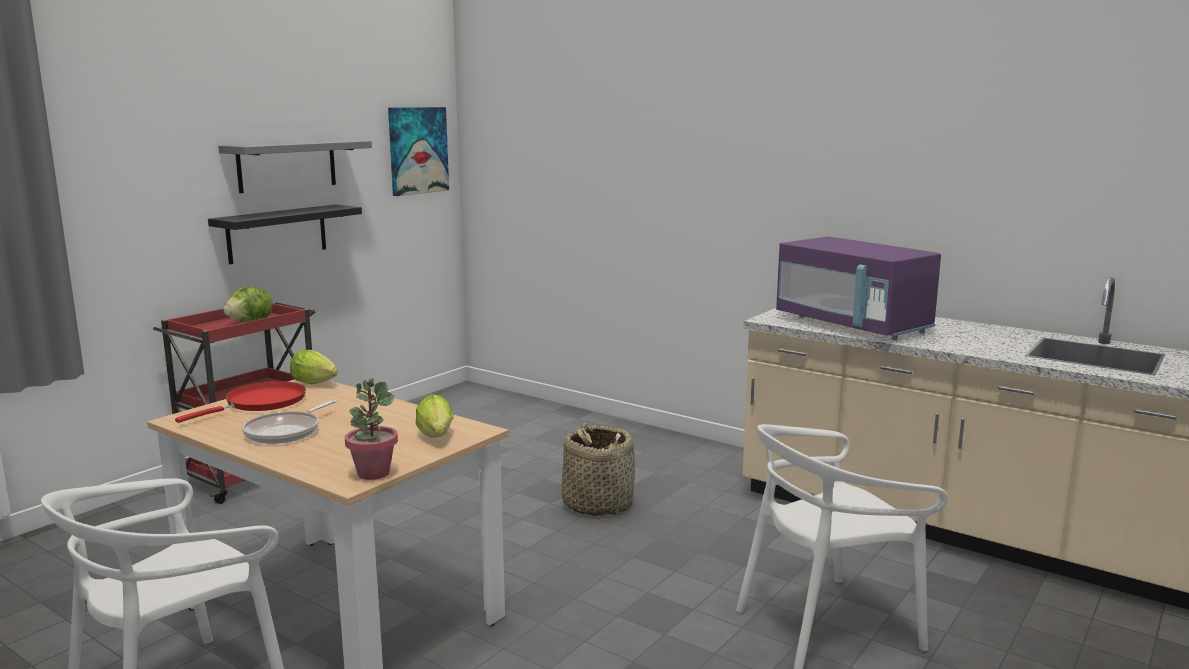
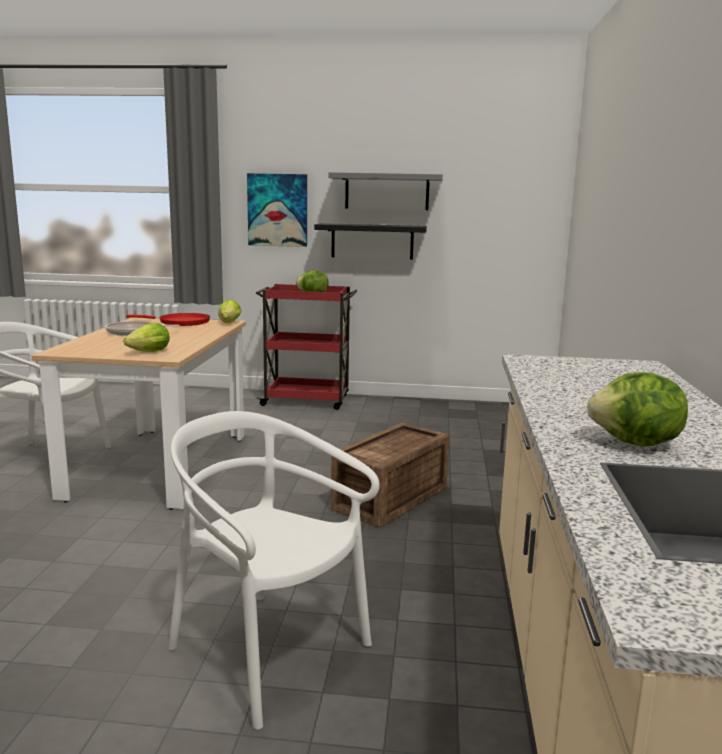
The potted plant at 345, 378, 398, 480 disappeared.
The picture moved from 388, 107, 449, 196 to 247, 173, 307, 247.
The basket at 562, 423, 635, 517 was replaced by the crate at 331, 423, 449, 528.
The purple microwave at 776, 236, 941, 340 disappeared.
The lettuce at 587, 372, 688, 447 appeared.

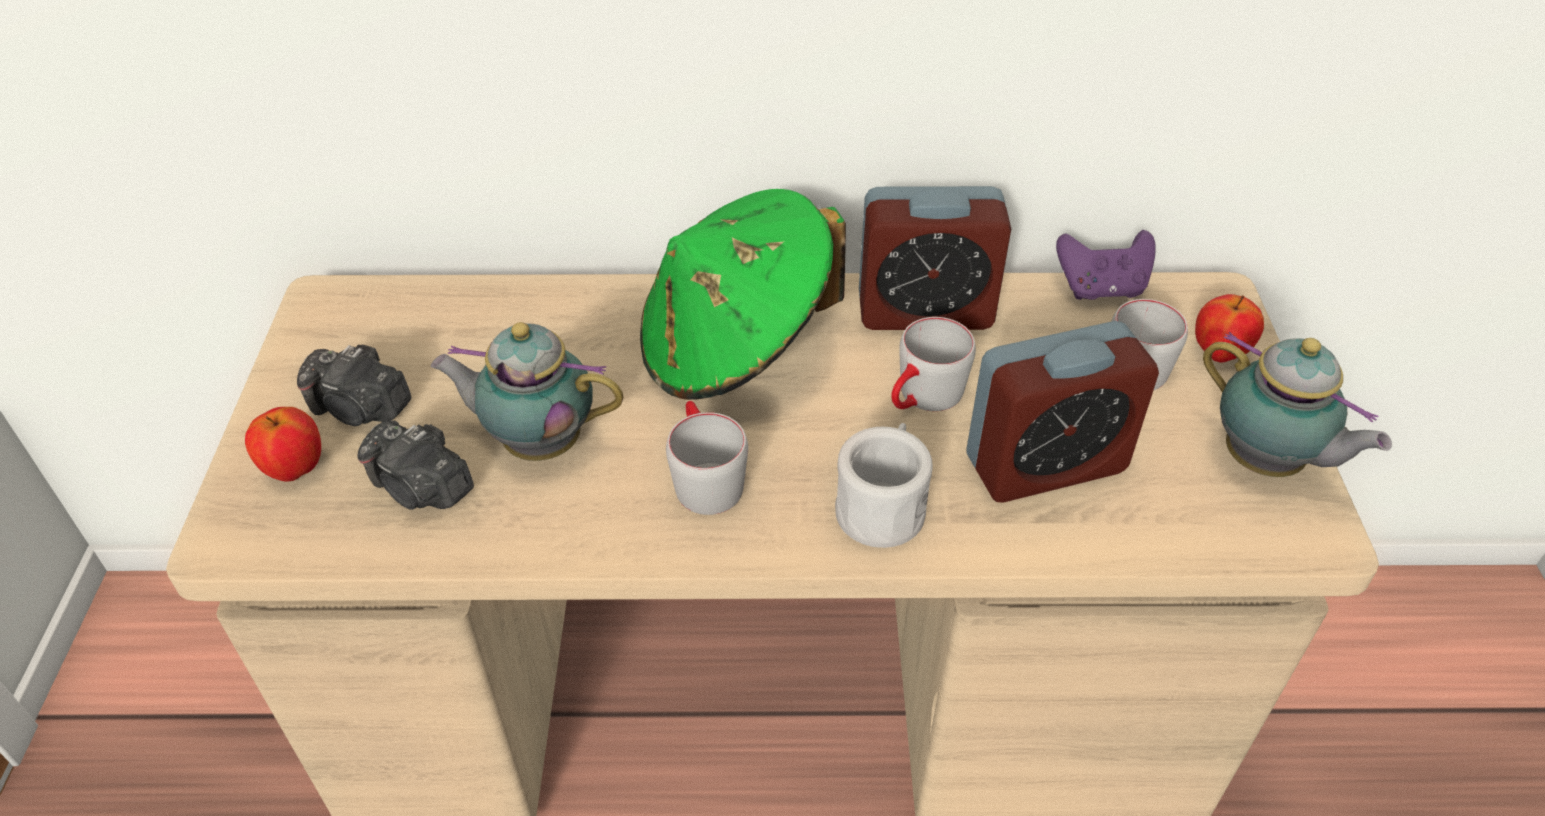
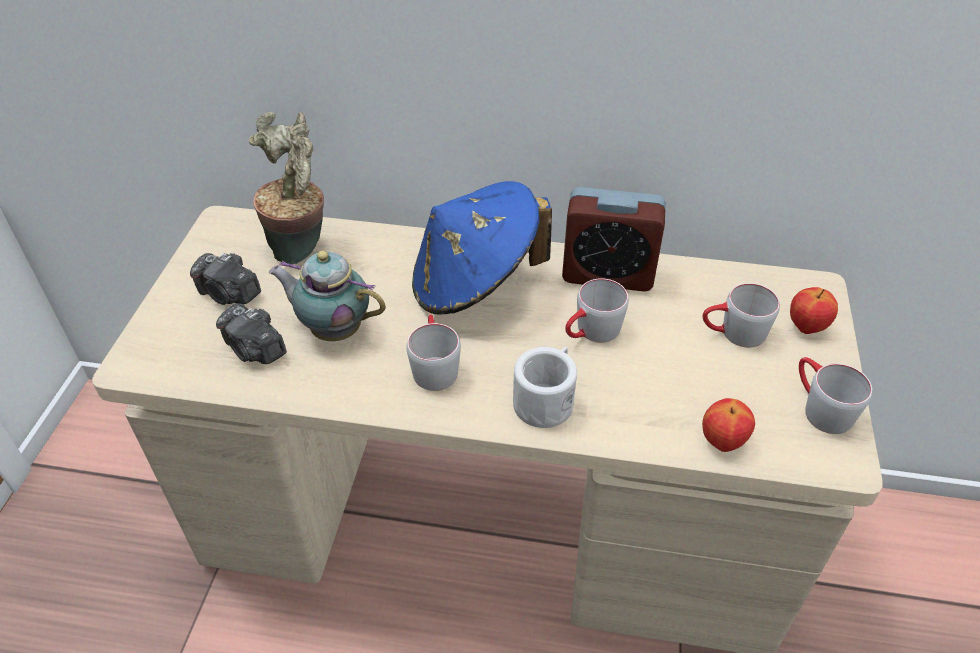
The apple moved from 245, 407, 321, 482 to 702, 398, 755, 452.
The green hat at 640, 189, 846, 400 became the blue hat at 412, 181, 552, 315.
The alarm clock at 966, 321, 1159, 503 disappeared.
The purple game controller at 1056, 230, 1156, 300 disappeared.
The teapot at 1203, 332, 1392, 477 was replaced by the grey mug at 799, 357, 872, 434.
The potted plant at 249, 112, 324, 264 appeared.

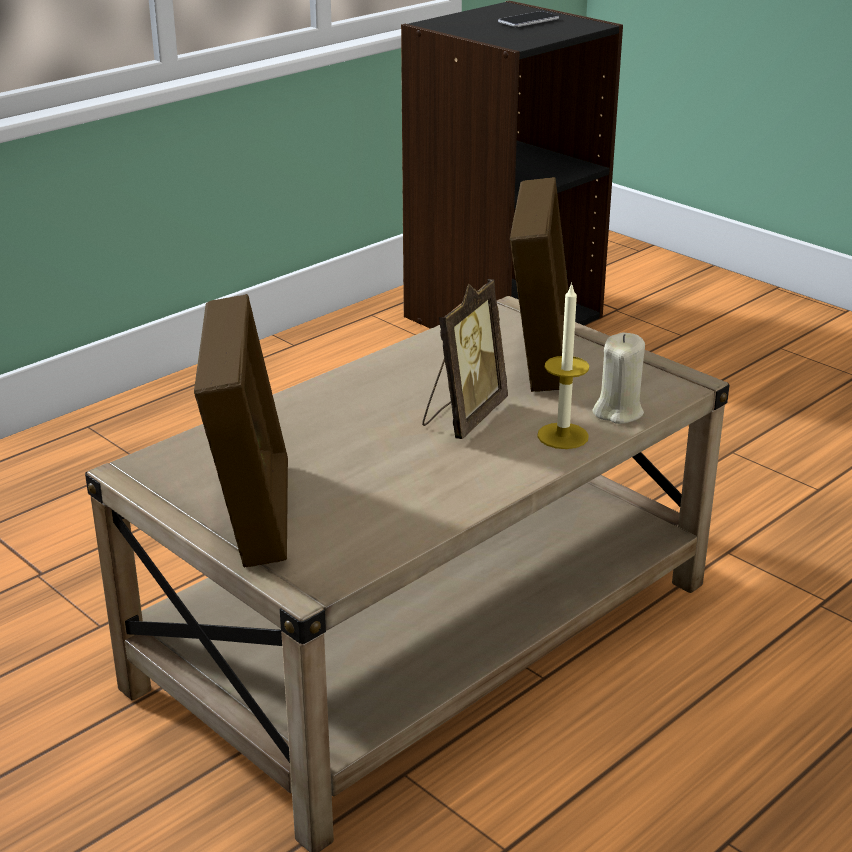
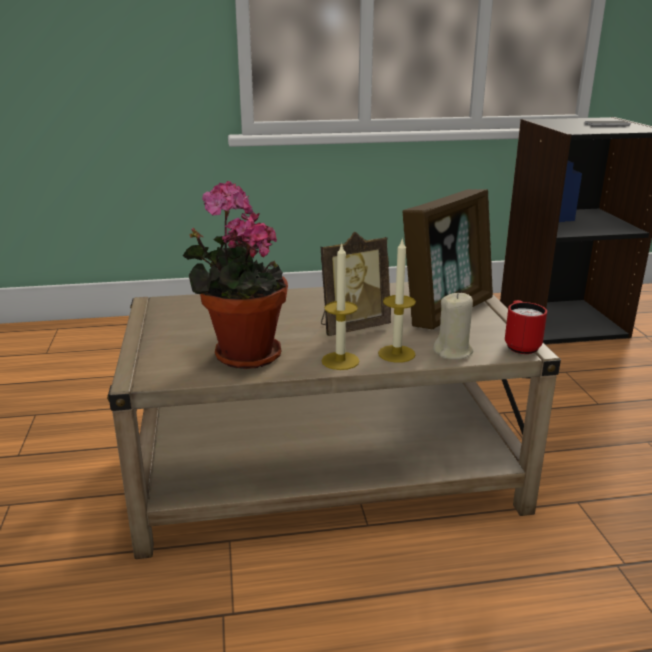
The picture frame at 194, 294, 288, 568 disappeared.
The potted plant at 183, 181, 288, 369 appeared.
The candle at 322, 242, 360, 370 appeared.
The red mug at 505, 300, 547, 354 appeared.

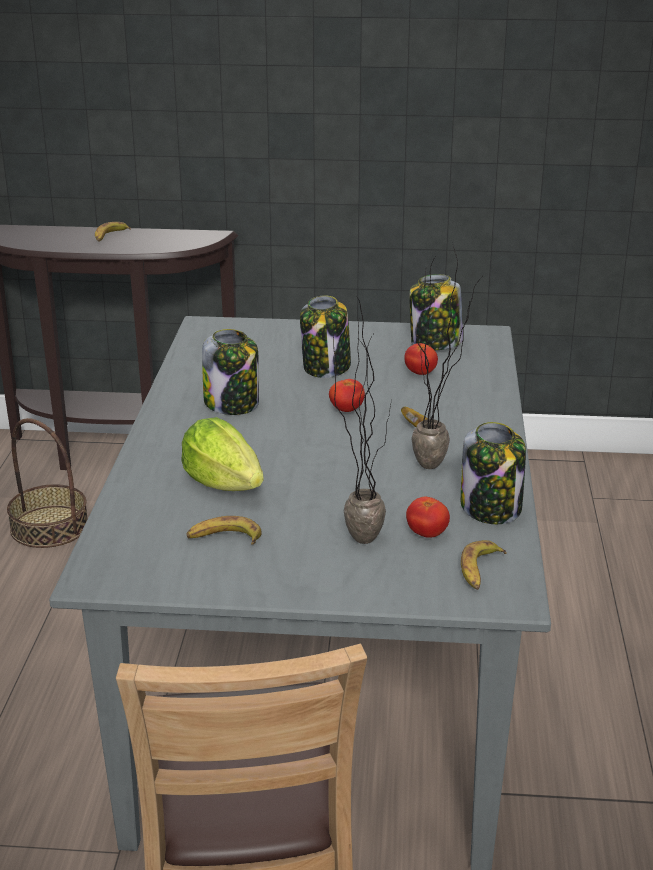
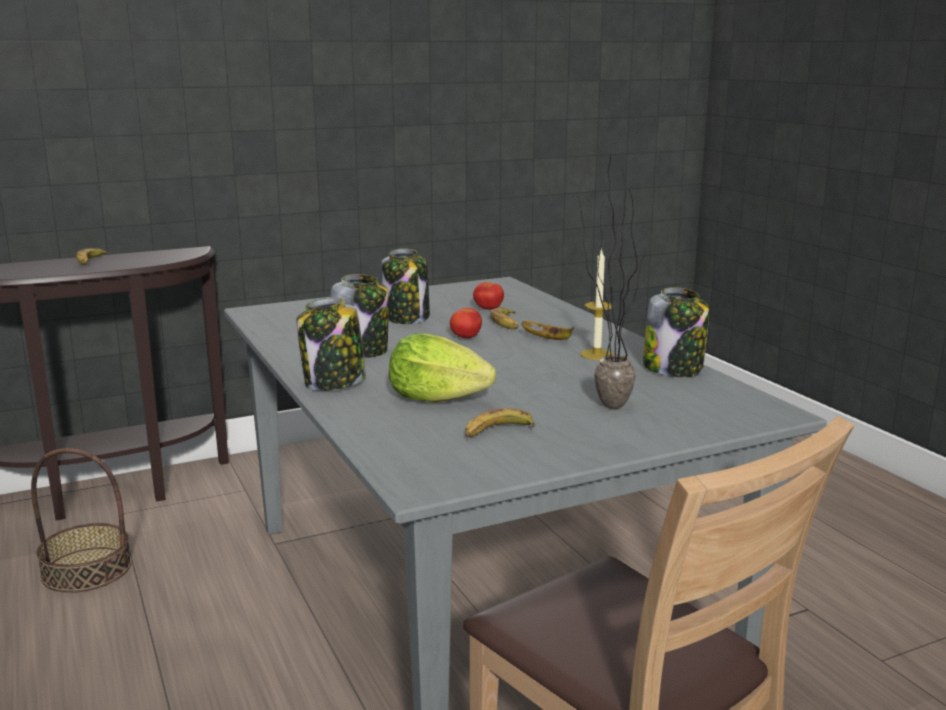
The tomato at 406, 497, 450, 538 disappeared.
The jar moved from 409, 274, 463, 350 to 296, 298, 366, 391.
The potted plant at 412, 246, 482, 469 was replaced by the candle at 580, 248, 614, 360.
The banana moved from 461, 540, 507, 590 to 490, 307, 519, 329.

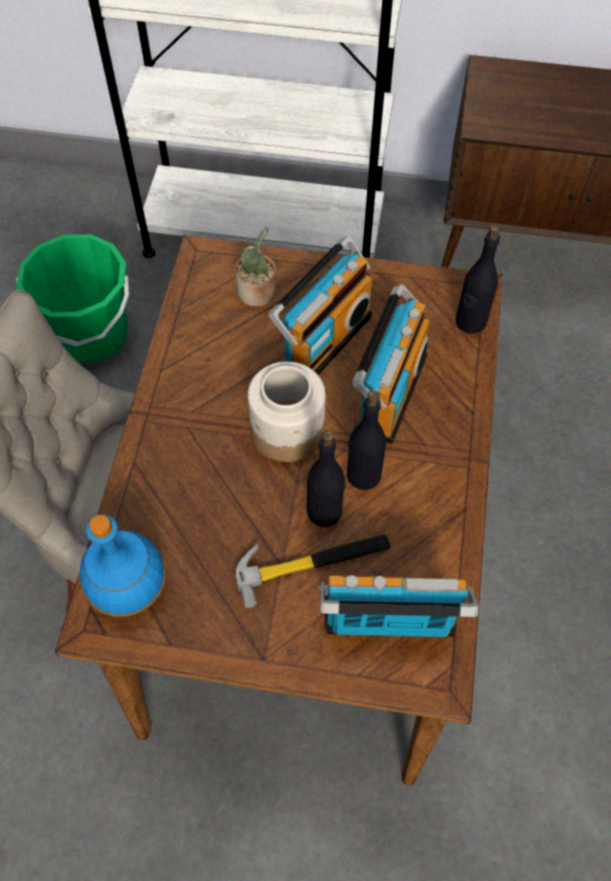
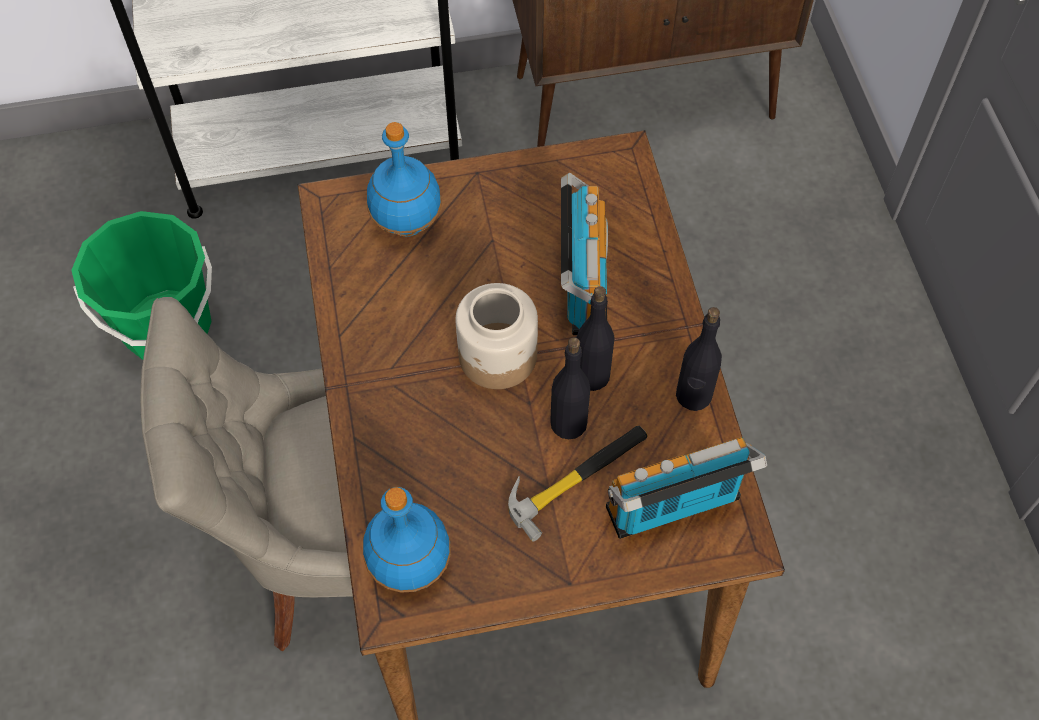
The potted plant at 235, 227, 276, 307 was replaced by the blue bottle at 367, 122, 442, 237.
The radio at 269, 236, 372, 375 disappeared.
The black bottle moved from 456, 224, 500, 334 to 676, 307, 722, 411.

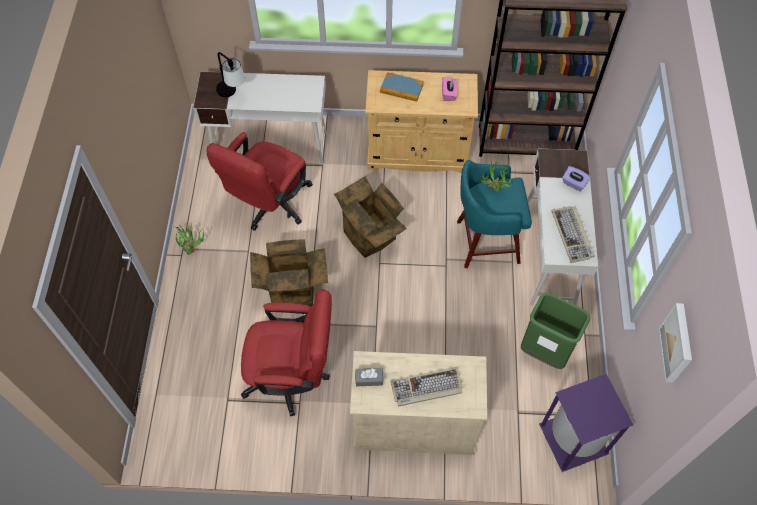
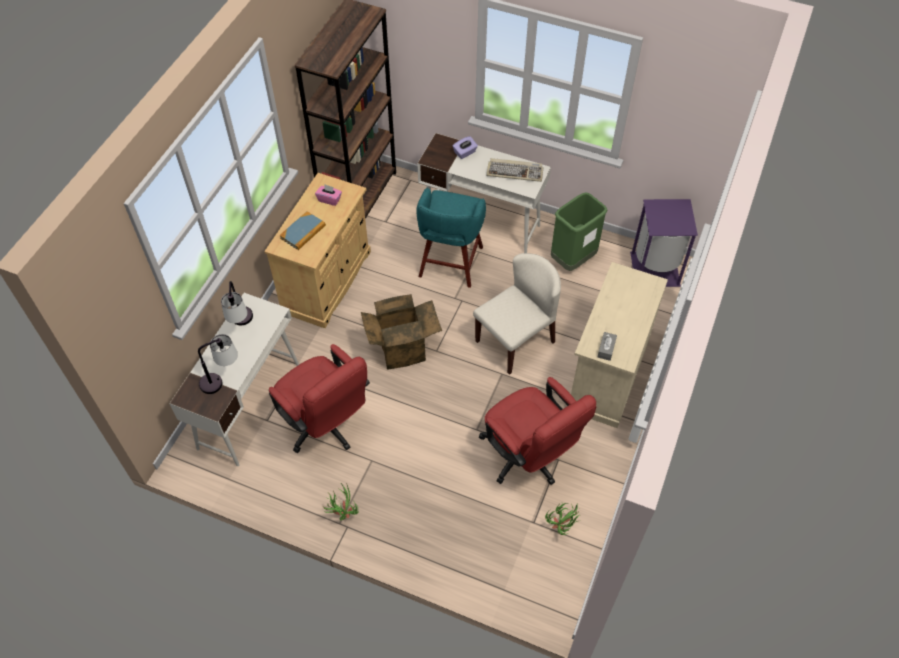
The red office chair at 241, 290, 332, 416 turned 120 degrees clockwise.
The cardboard box at 250, 239, 328, 306 disappeared.
The keyboard at 390, 367, 463, 407 disappeared.
The potted plant moved from 480, 162, 513, 192 to 545, 502, 581, 535.
The picture at 659, 303, 692, 382 disappeared.
The table lamp at 221, 281, 253, 326 appeared.
The beige chair at 473, 253, 561, 375 appeared.

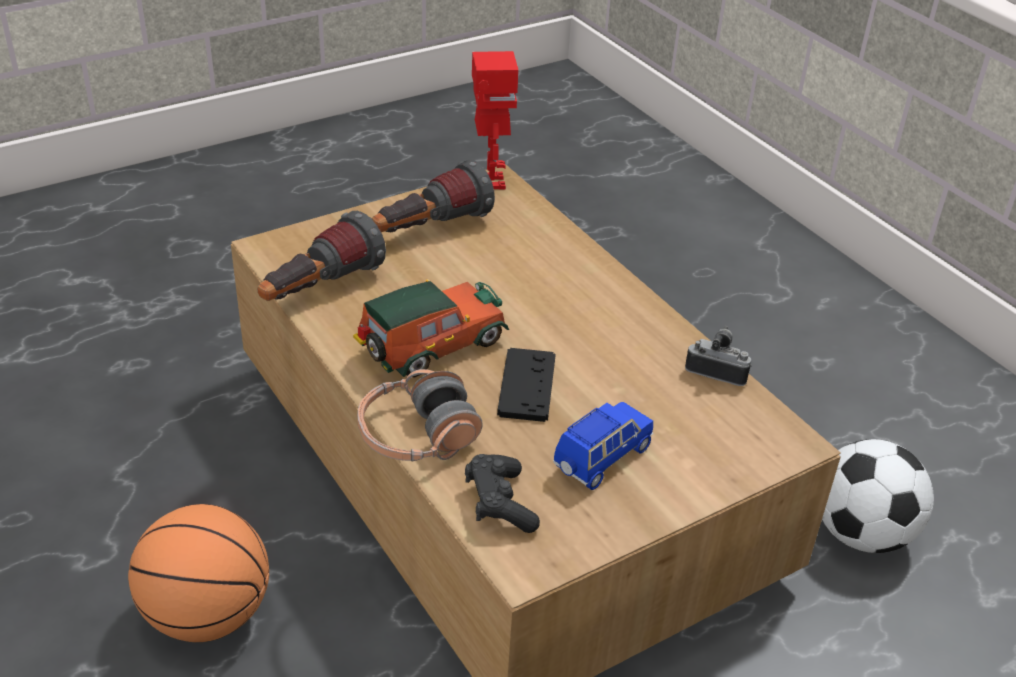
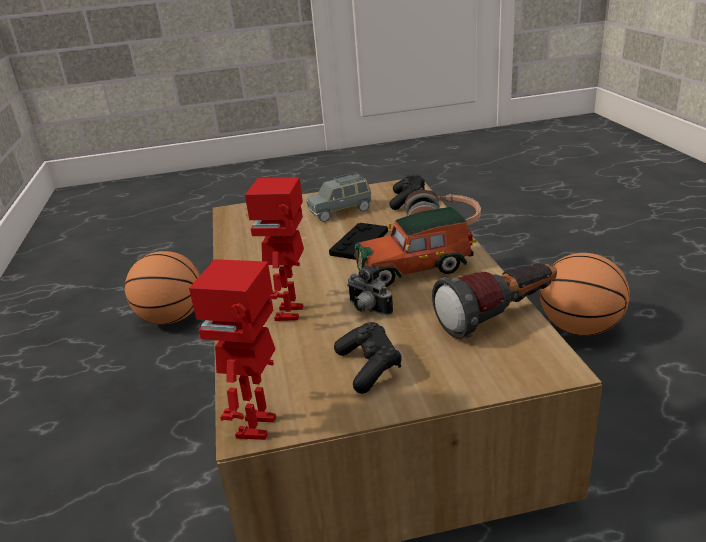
The flashlight at 372, 160, 495, 232 was replaced by the black game controller at 334, 322, 402, 394.
The blue toy car at 553, 402, 653, 490 became the grey toy car at 307, 172, 372, 222.
The photo camera moved from 685, 326, 752, 386 to 347, 265, 393, 316.
The football at 822, 439, 934, 553 was replaced by the basketball at 125, 251, 200, 324.
The toy robot at 245, 177, 304, 321 appeared.

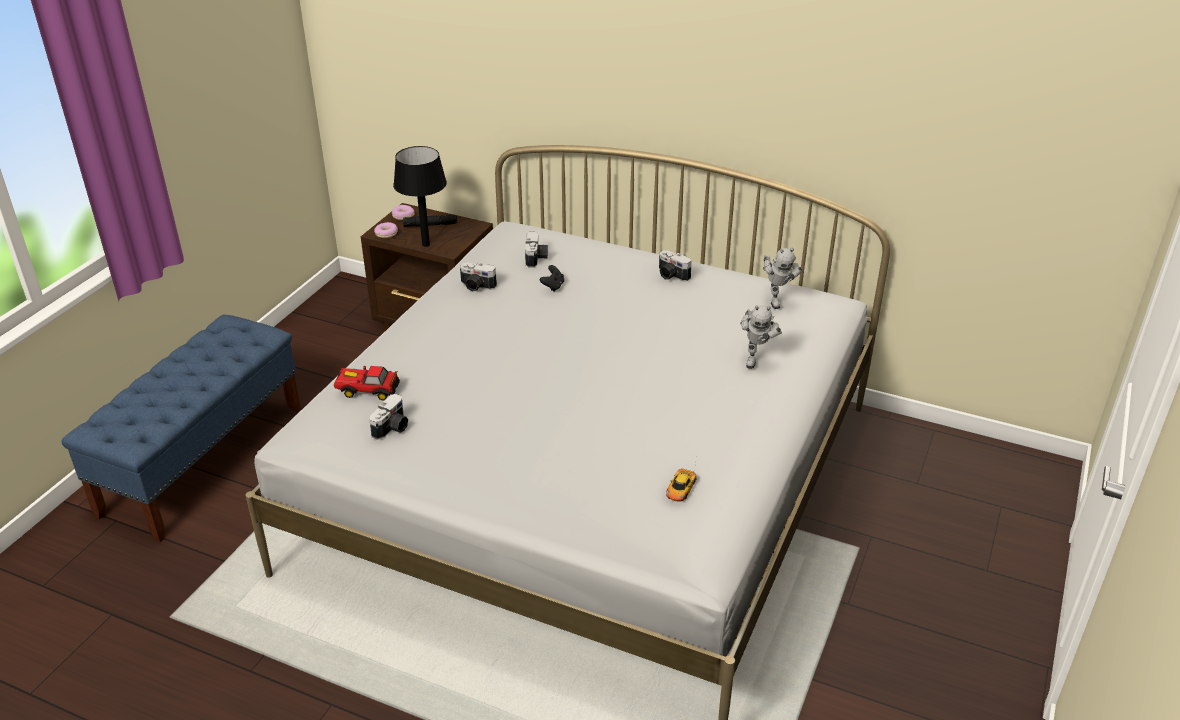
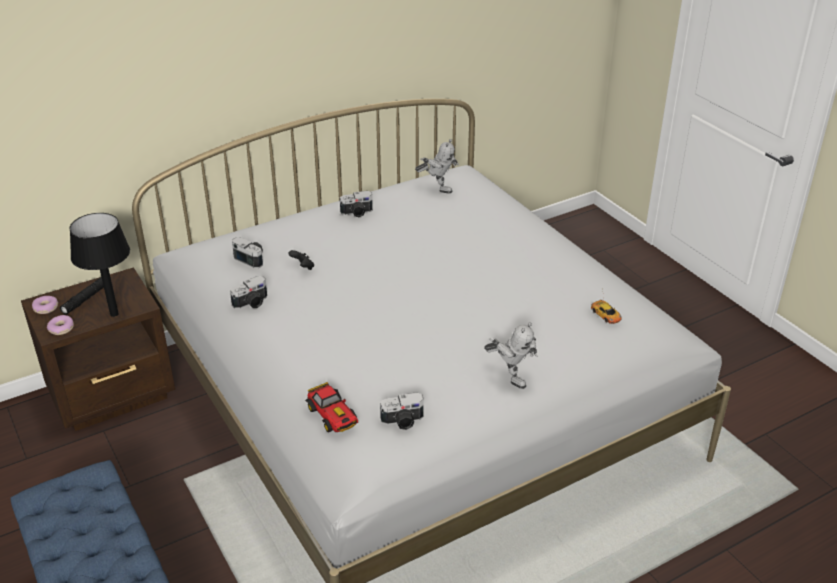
The toy car at 334, 366, 400, 401 turned 75 degrees counterclockwise.
The photo camera at 370, 394, 408, 440 turned 105 degrees clockwise.
The toy robot moved from 740, 305, 782, 369 to 484, 322, 537, 389.

